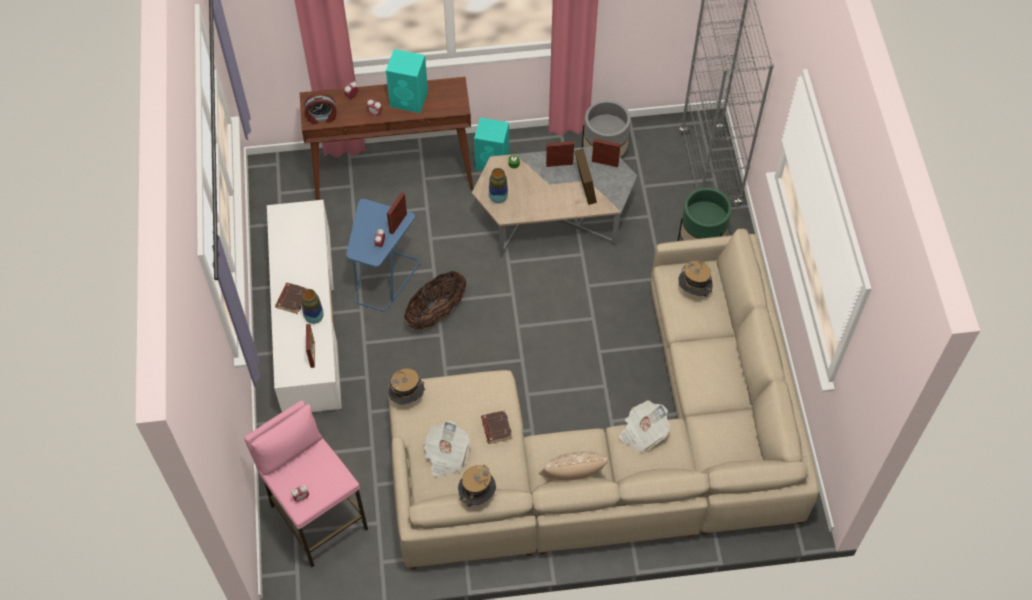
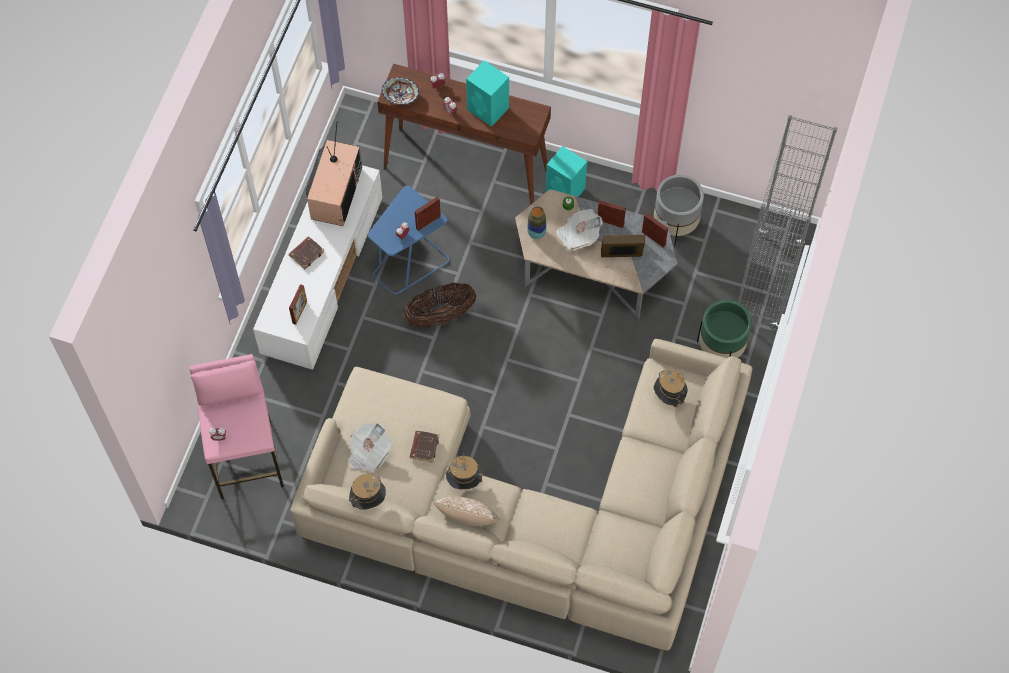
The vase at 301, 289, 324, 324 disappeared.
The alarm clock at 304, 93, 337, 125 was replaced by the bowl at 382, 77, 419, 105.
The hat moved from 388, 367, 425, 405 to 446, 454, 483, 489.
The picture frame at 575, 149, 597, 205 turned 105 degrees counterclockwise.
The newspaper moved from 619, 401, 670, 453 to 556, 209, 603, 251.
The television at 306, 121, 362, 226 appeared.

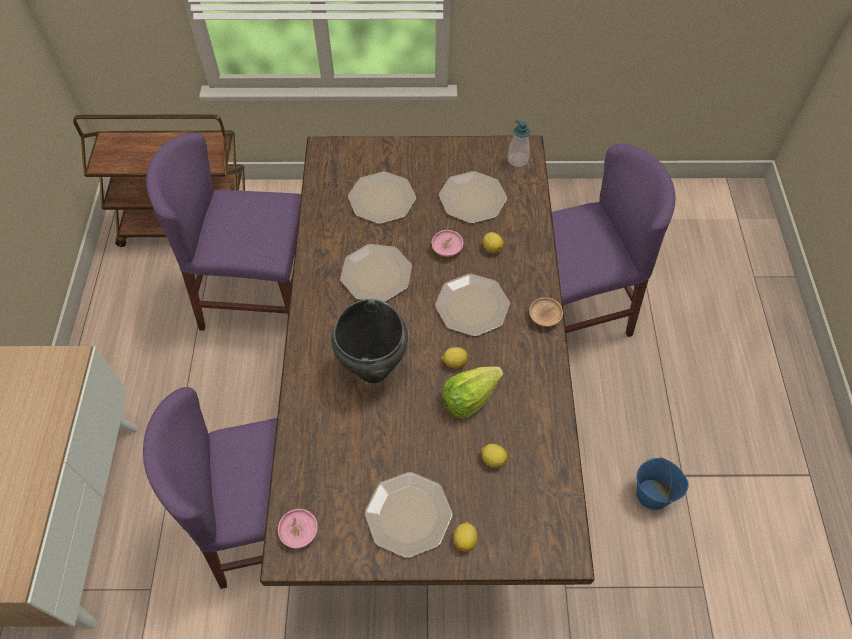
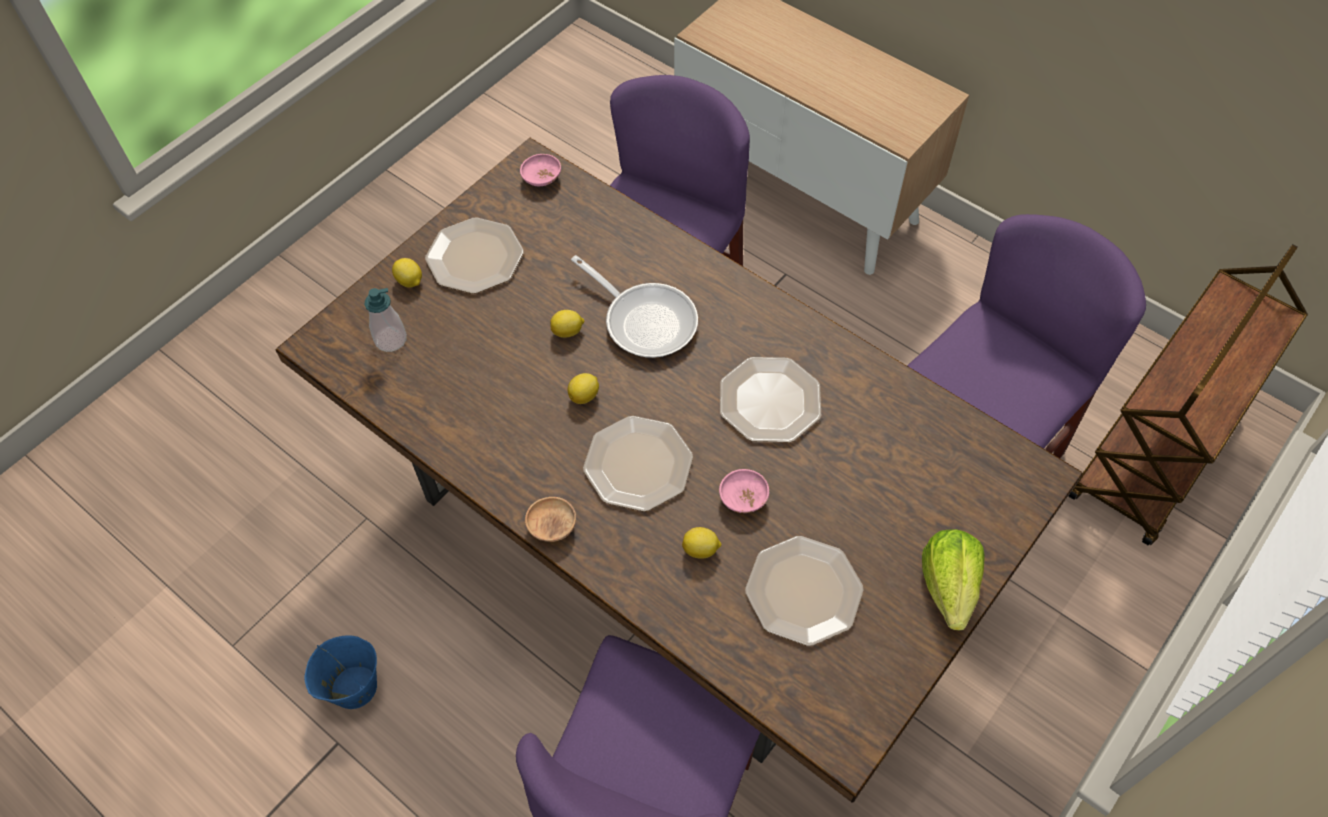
The black cooking pot at 331, 299, 408, 383 was replaced by the frying pan at 571, 255, 698, 358.
The plate at 348, 172, 416, 224 disappeared.
The lettuce moved from 442, 366, 504, 419 to 922, 529, 985, 631.
The lemon moved from 481, 444, 508, 468 to 550, 310, 584, 338.
The soap dispenser moved from 508, 119, 530, 167 to 365, 288, 407, 352.

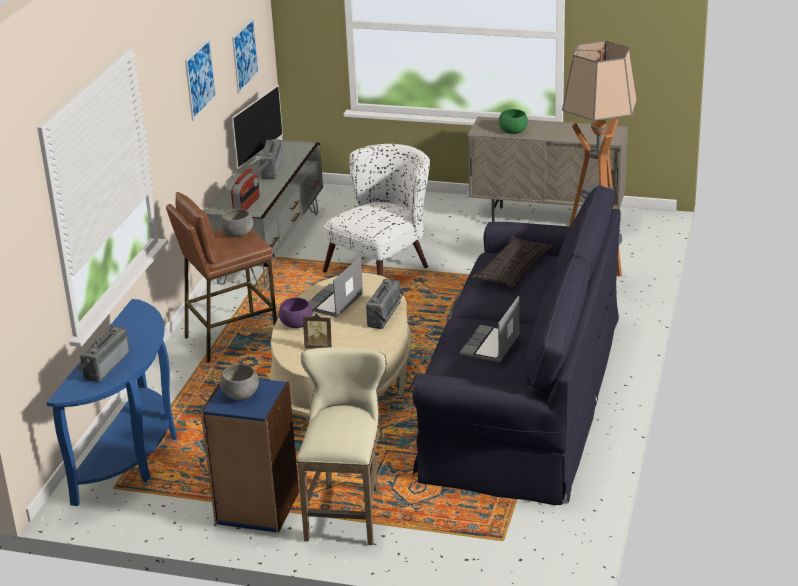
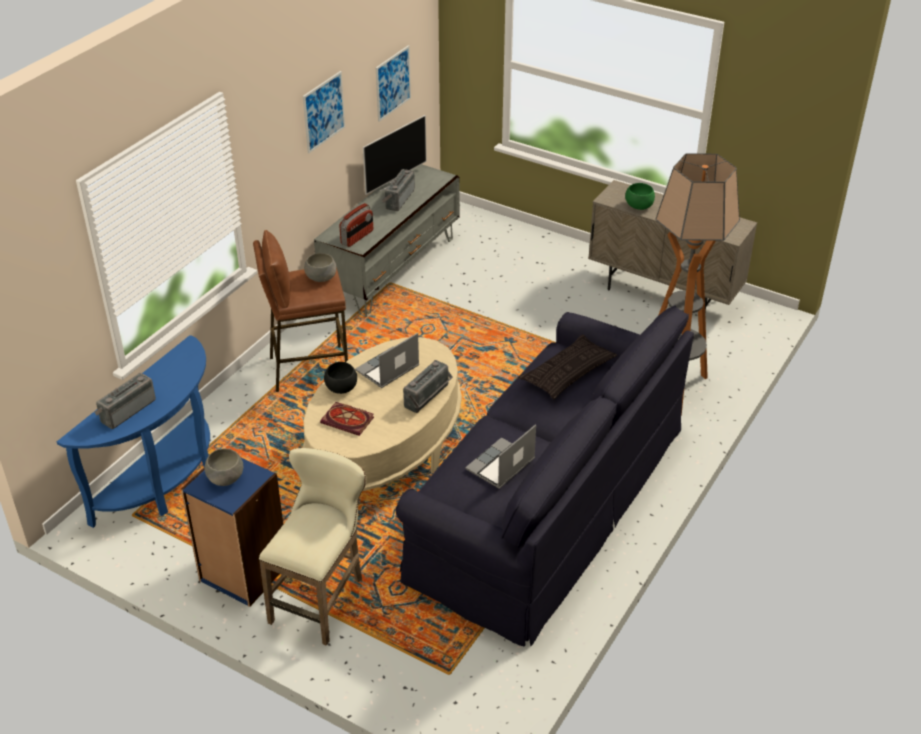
The purple bowl at 279, 297, 313, 328 became the black bowl at 324, 362, 357, 394.
The picture frame at 303, 314, 332, 349 was replaced by the book at 320, 402, 374, 436.
The white armchair at 323, 144, 430, 276 disappeared.

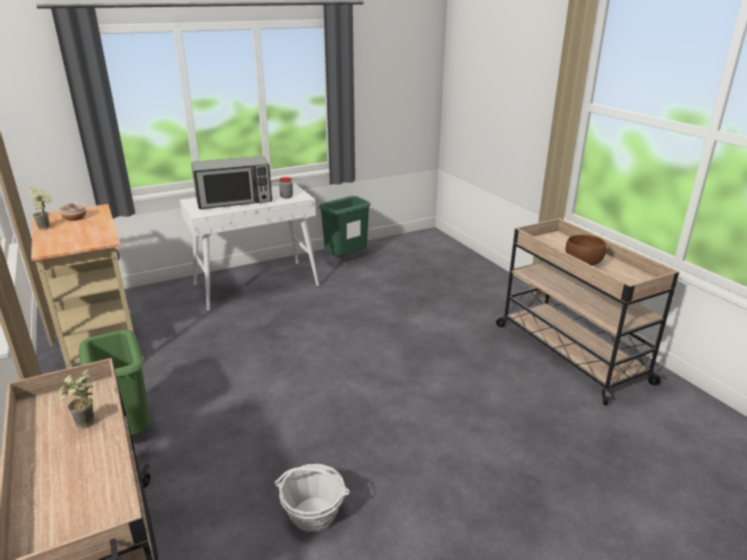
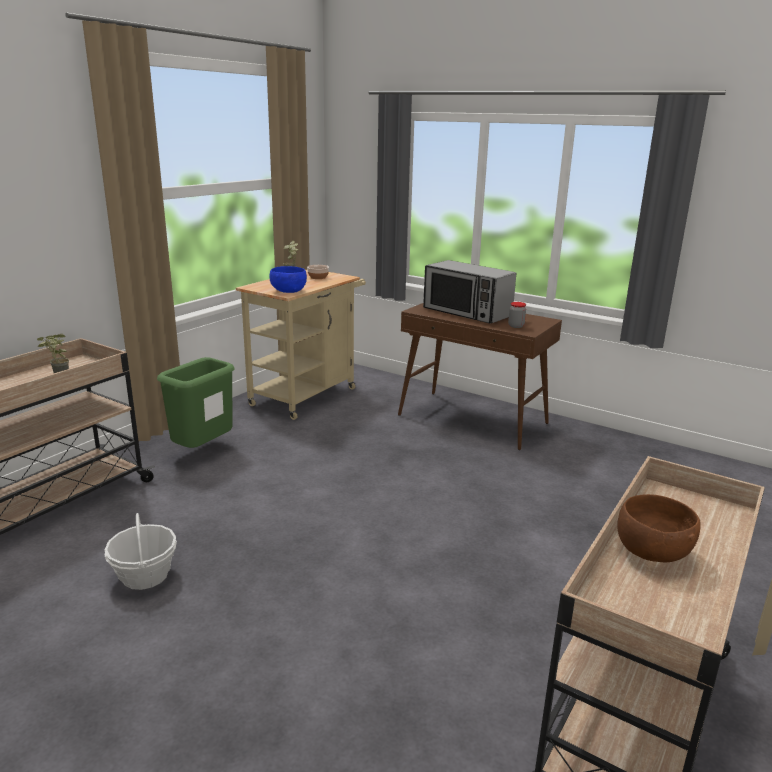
The white console table at 180, 183, 319, 311 became the brown console table at 398, 303, 562, 450.
The green trash can at 319, 196, 371, 256 disappeared.
The blue bowl at 269, 266, 307, 293 appeared.

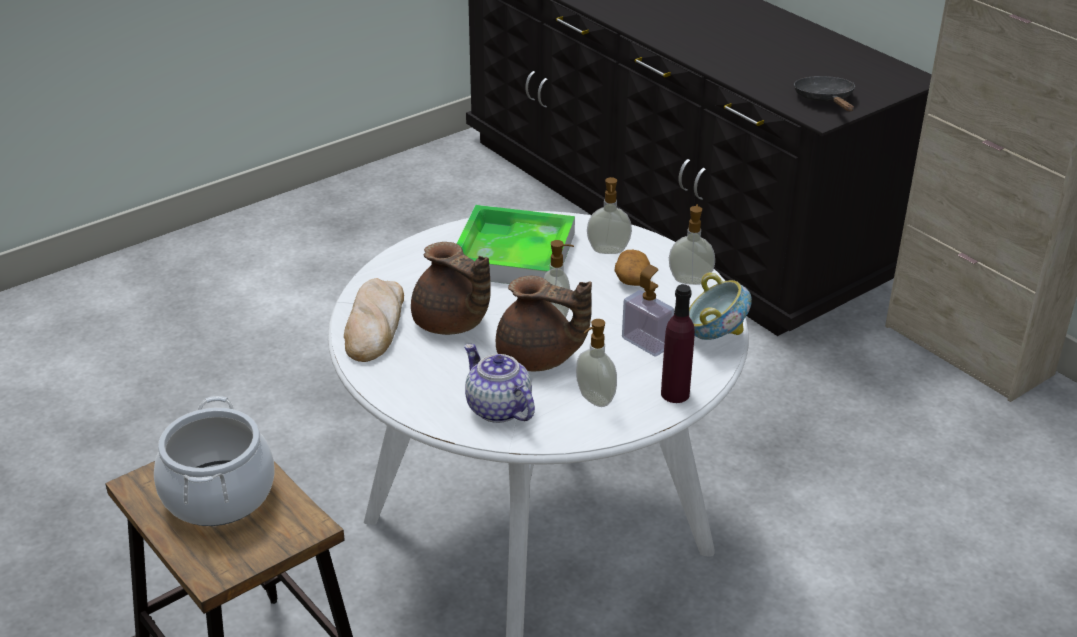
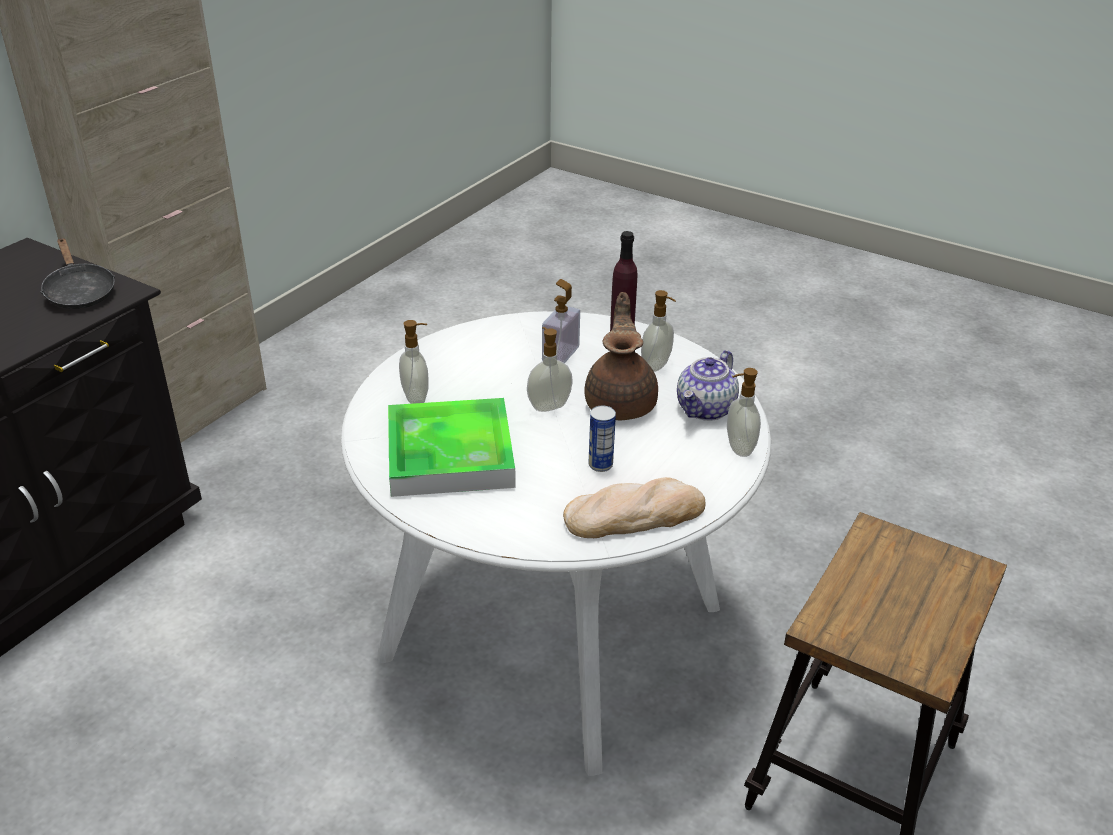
The cooking pot at 154, 396, 275, 526 disappeared.
The brown teapot at 411, 242, 491, 335 was replaced by the can at 588, 406, 616, 472.
The potato at 614, 250, 650, 286 disappeared.
The soap dispenser moved from 669, 204, 715, 285 to 727, 368, 761, 457.
The bowl at 689, 272, 752, 340 disappeared.
The black frying pan at 794, 76, 855, 111 turned 90 degrees counterclockwise.

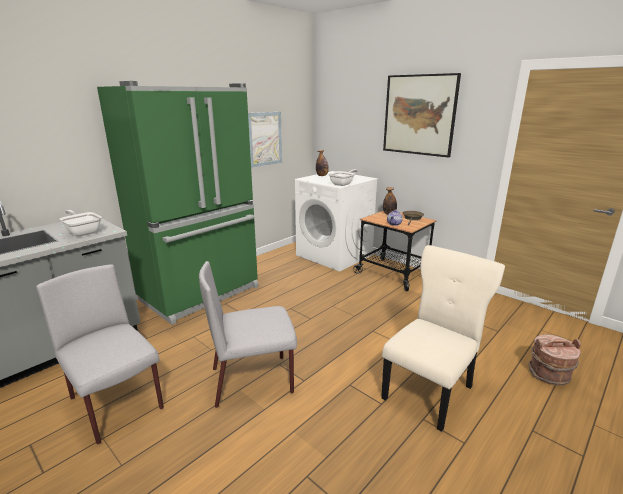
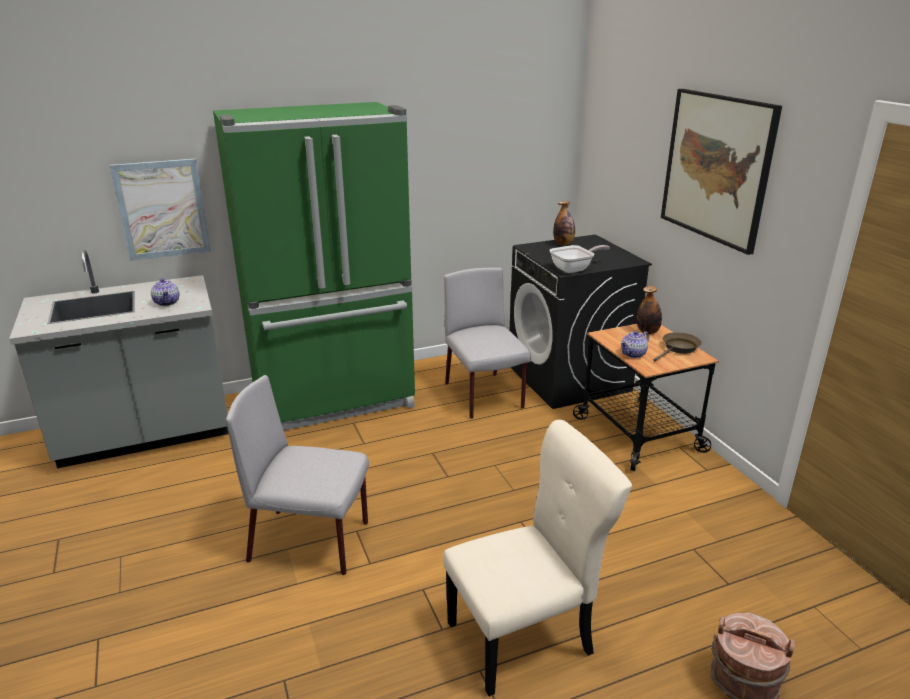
The grey chair moved from 36, 264, 164, 444 to 444, 268, 531, 419.
The frying pan at 60, 210, 102, 236 was replaced by the teapot at 151, 278, 179, 306.
The picture moved from 248, 112, 282, 168 to 110, 159, 211, 261.
The white washing machine at 295, 171, 378, 271 became the black washing machine at 509, 234, 652, 409.

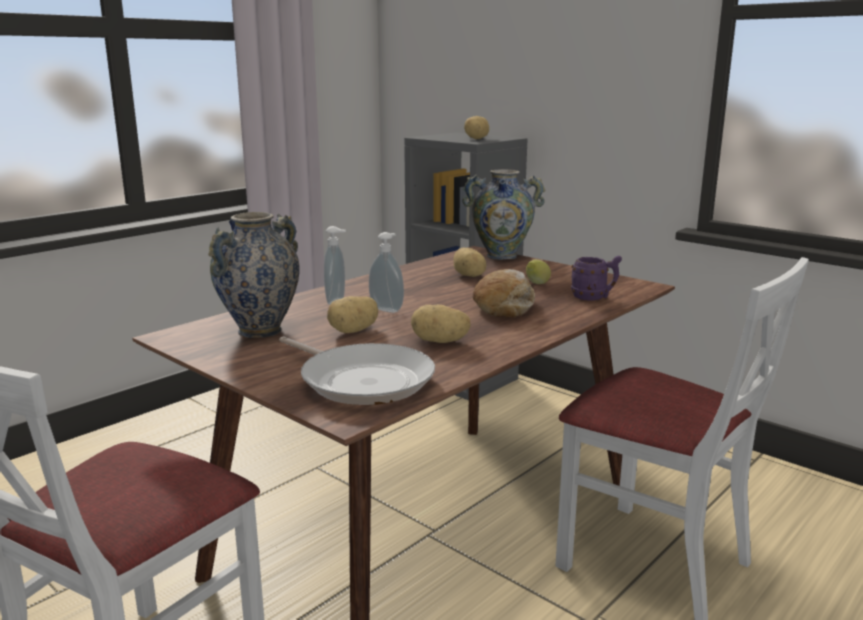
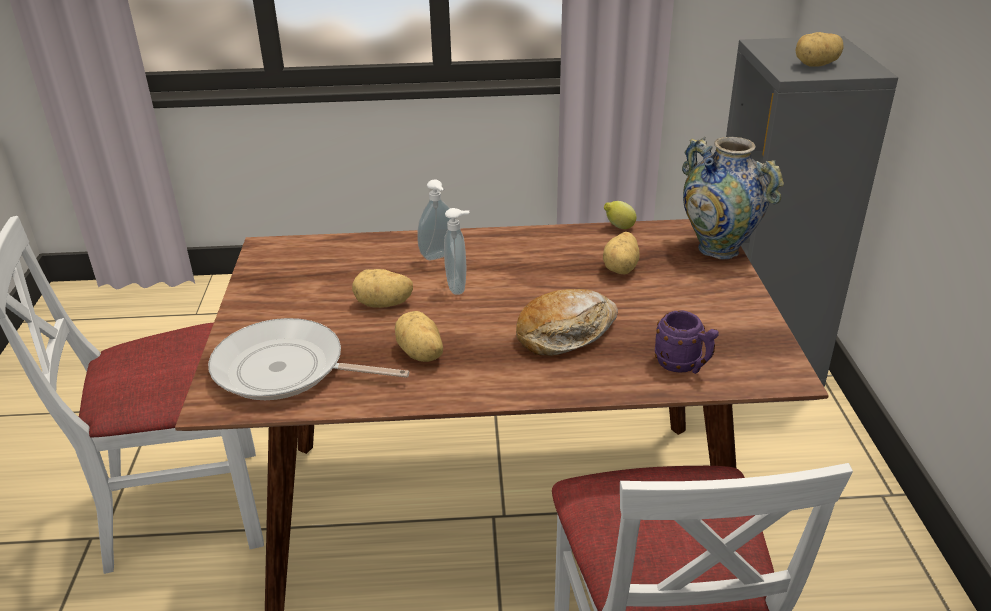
The vase at 208, 212, 300, 338 disappeared.
The frying pan at 279, 337, 435, 405 turned 105 degrees clockwise.
The lemon moved from 526, 260, 551, 284 to 604, 201, 636, 229.

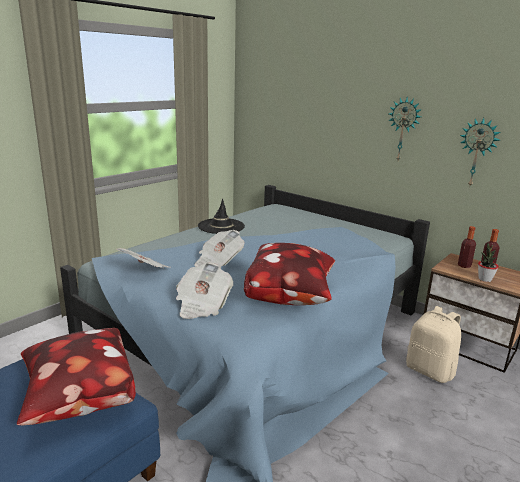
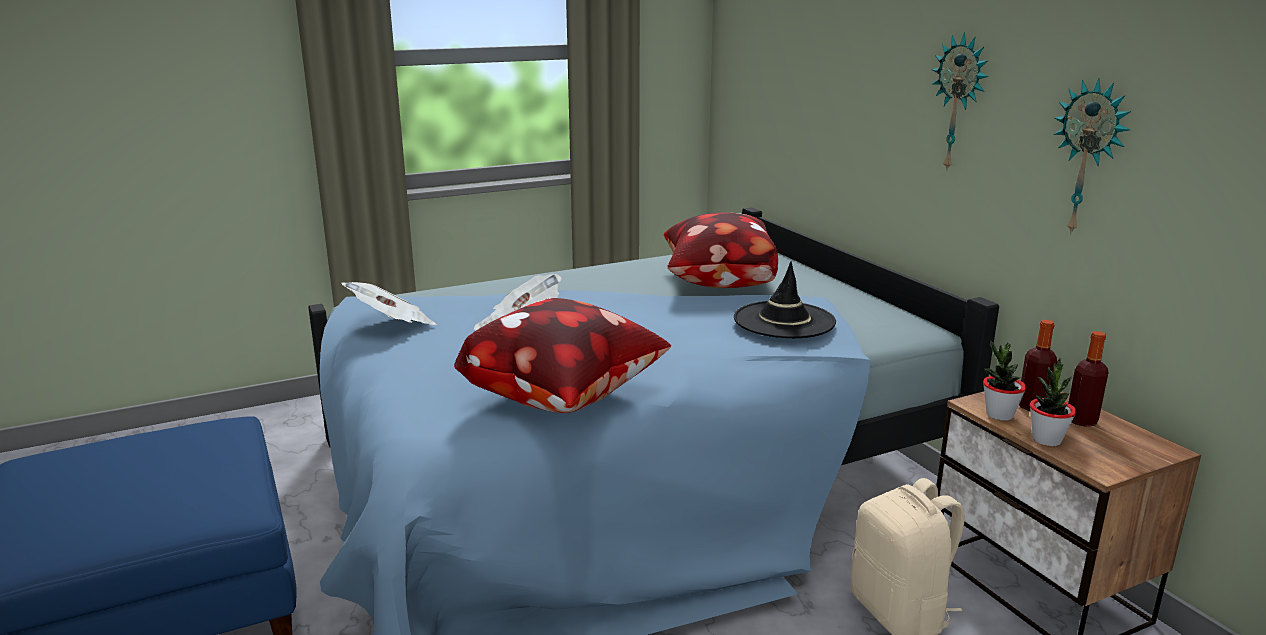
The pillow moved from 17, 328, 136, 425 to 664, 212, 778, 288.
The newspaper at 176, 262, 234, 319 disappeared.
The black hat moved from 198, 199, 245, 234 to 734, 261, 836, 338.
The potted plant at 983, 341, 1027, 421 appeared.

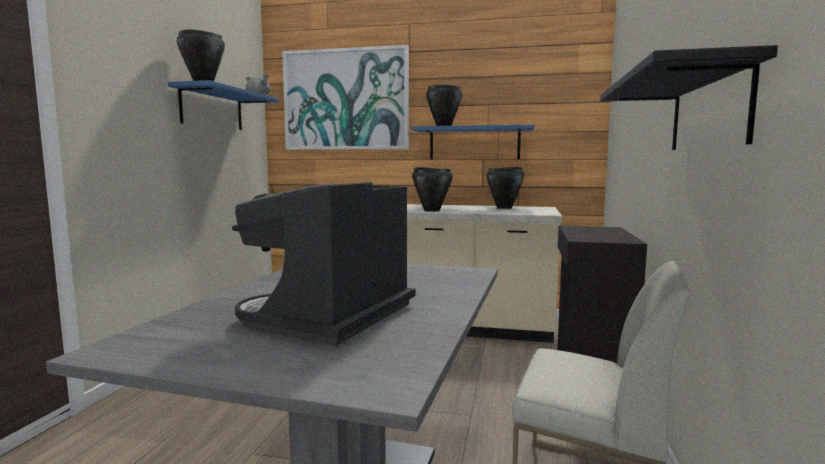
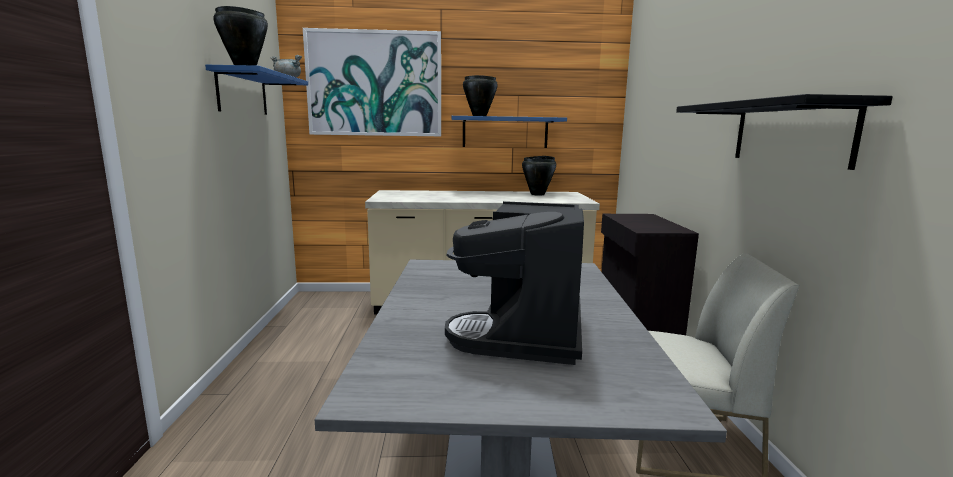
The black cooking pot at 412, 167, 453, 212 disappeared.

